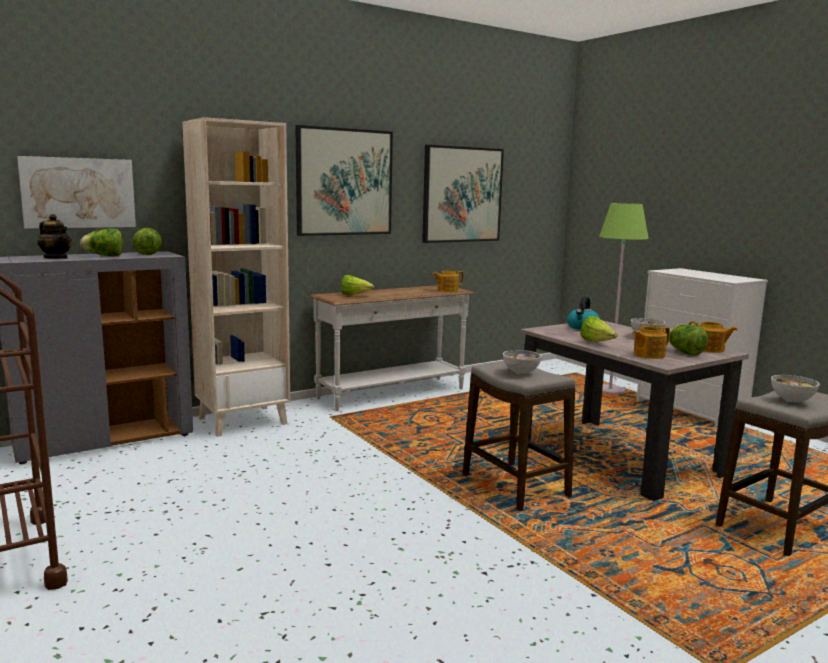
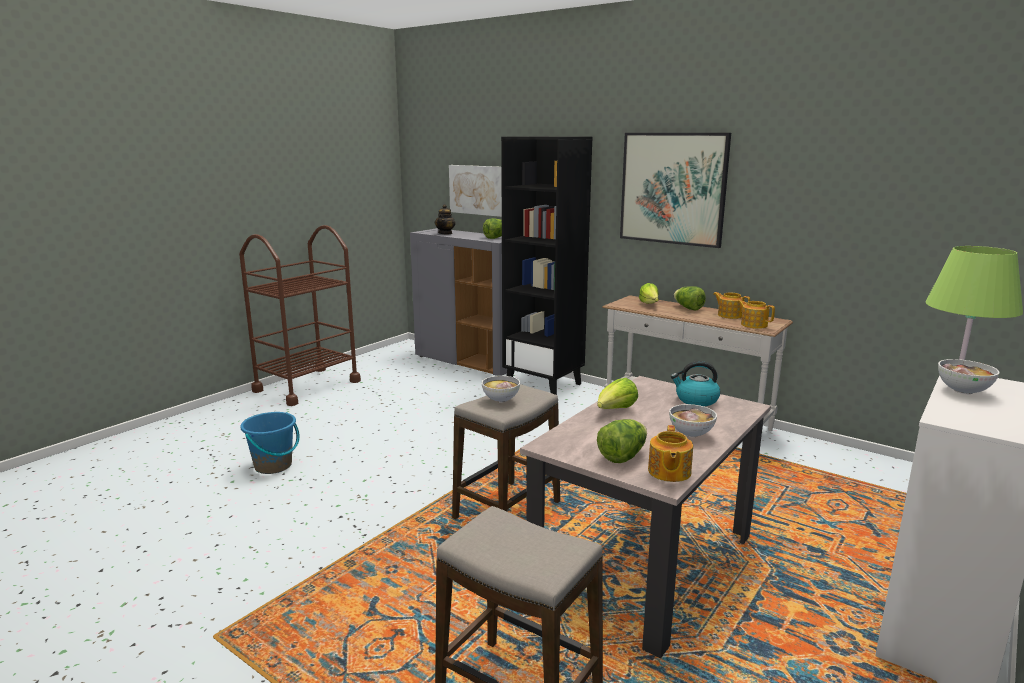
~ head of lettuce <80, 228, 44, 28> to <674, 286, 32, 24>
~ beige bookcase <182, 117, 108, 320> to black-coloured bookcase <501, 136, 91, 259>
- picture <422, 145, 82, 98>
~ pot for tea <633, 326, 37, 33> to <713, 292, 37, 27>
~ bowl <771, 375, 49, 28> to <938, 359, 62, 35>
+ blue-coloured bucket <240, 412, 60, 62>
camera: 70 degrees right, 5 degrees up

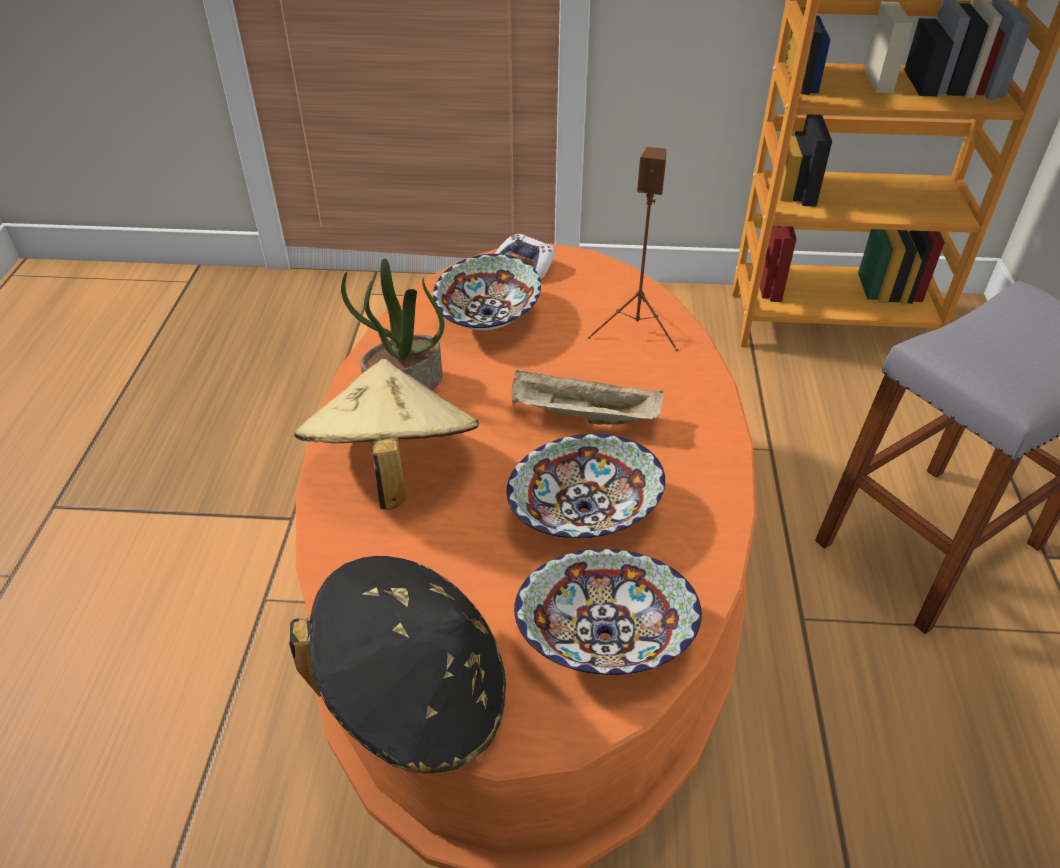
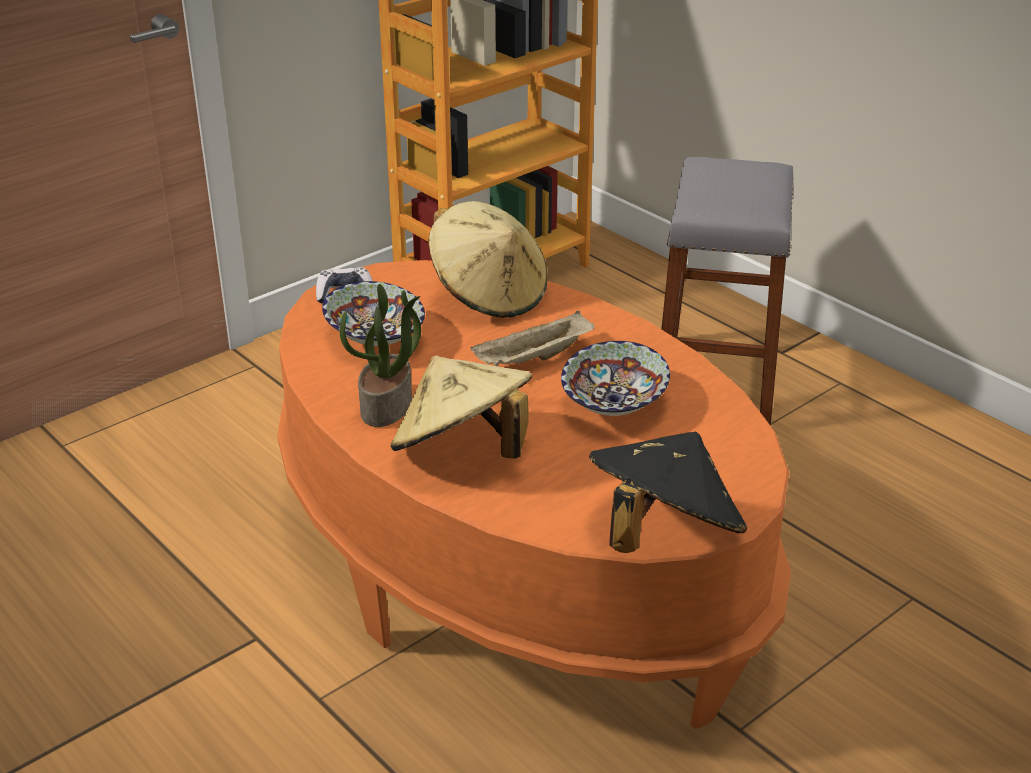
- bowl <514, 549, 188, 126>
~ brown loudspeaker <588, 147, 90, 205> to beige hat <428, 201, 120, 117>
camera: 45 degrees left, 10 degrees down

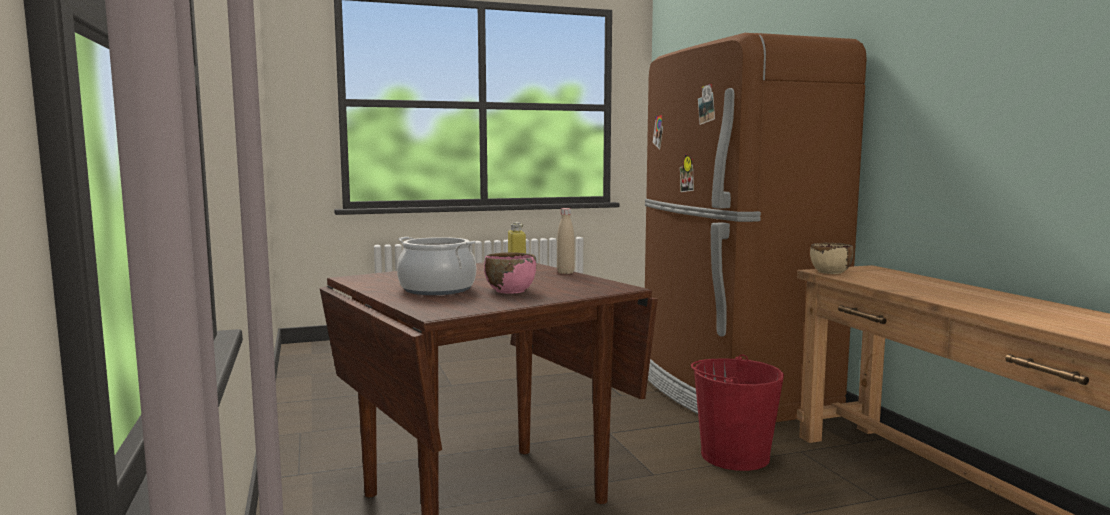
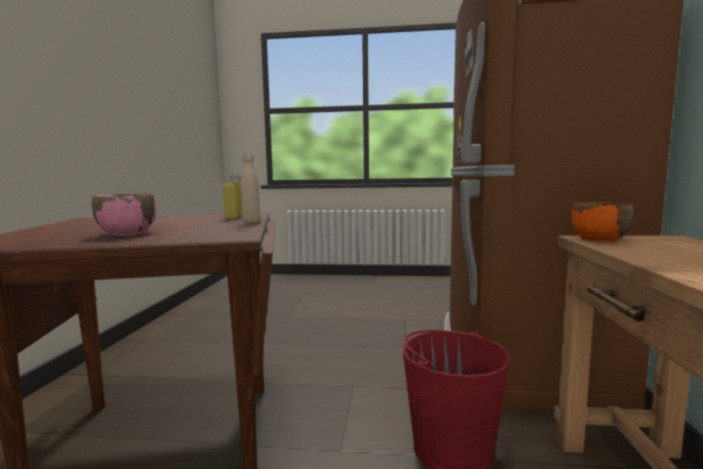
- saucepot <397, 237, 79, 58>
~ beige bowl <810, 243, 44, 31> to orange bowl <571, 202, 62, 40>
camera: 25 degrees right, 0 degrees up

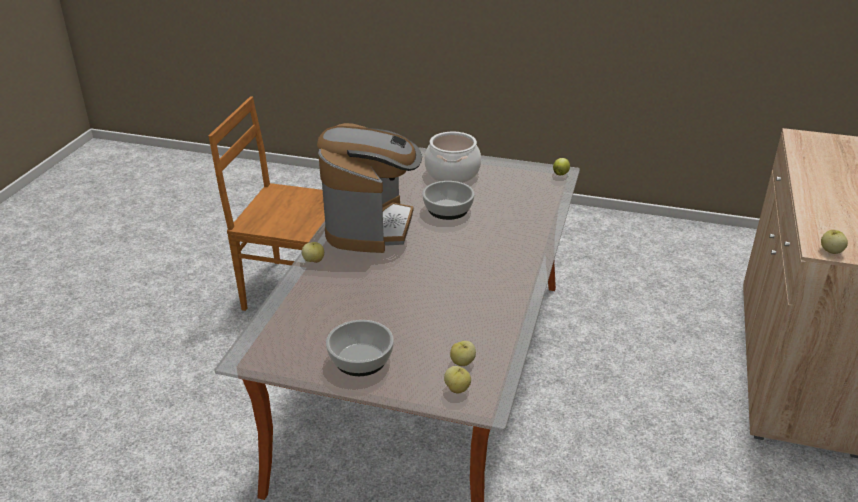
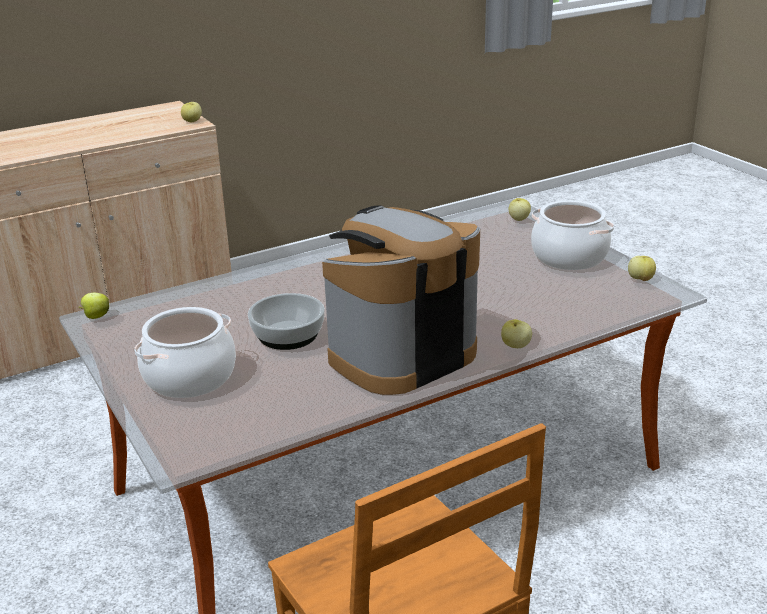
~ bowl <326, 320, 68, 56> to saucepot <531, 200, 83, 70>
~ apple <450, 341, 26, 25> to <628, 256, 28, 25>
camera: 135 degrees left, 5 degrees down

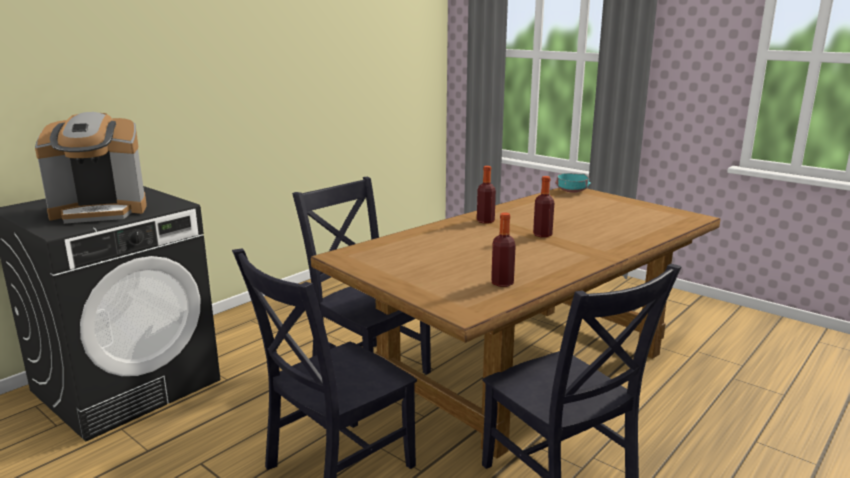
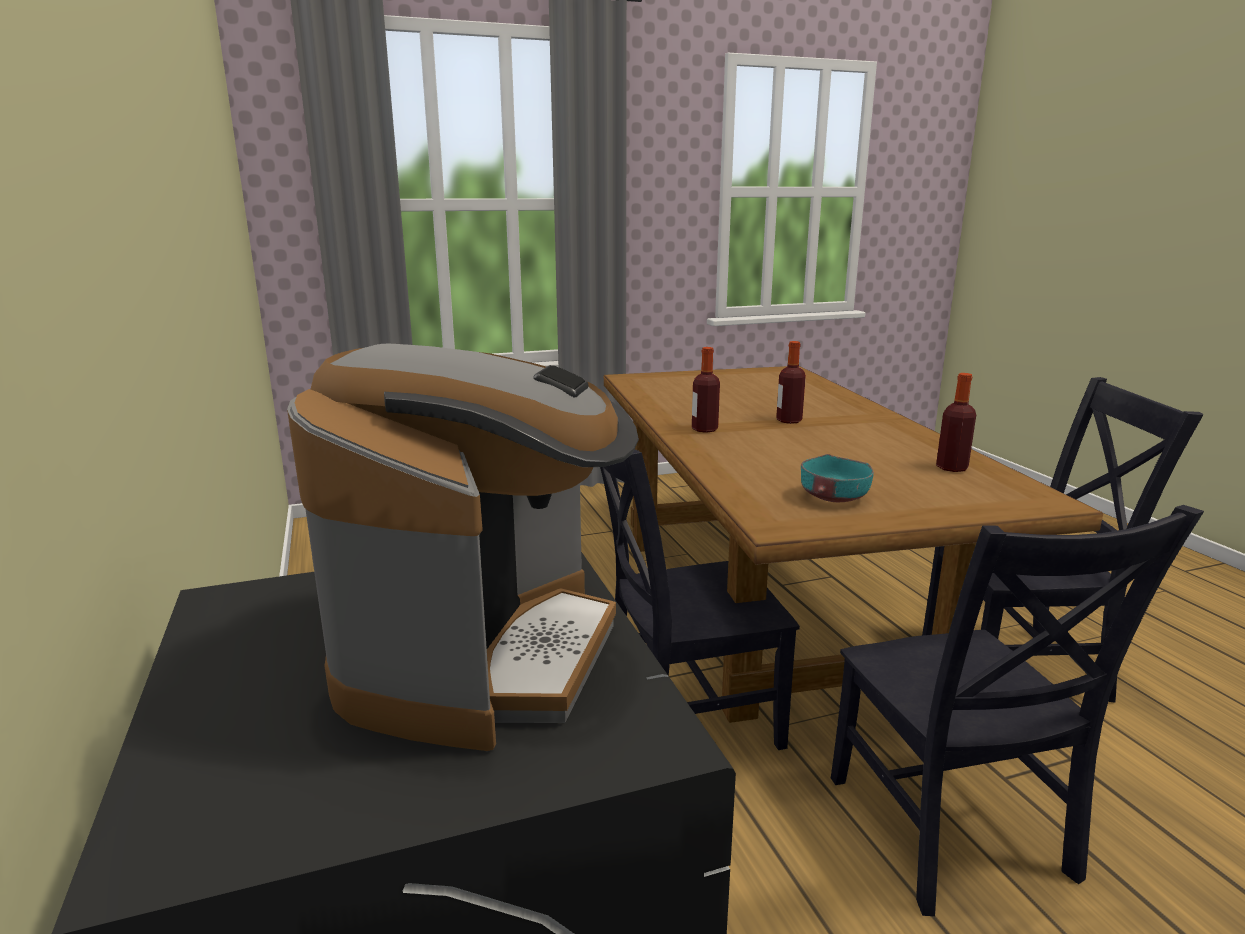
~ turquoise-coloured bowl <555, 173, 36, 20> to <801, 454, 73, 48>
camera: 60 degrees left, 0 degrees up

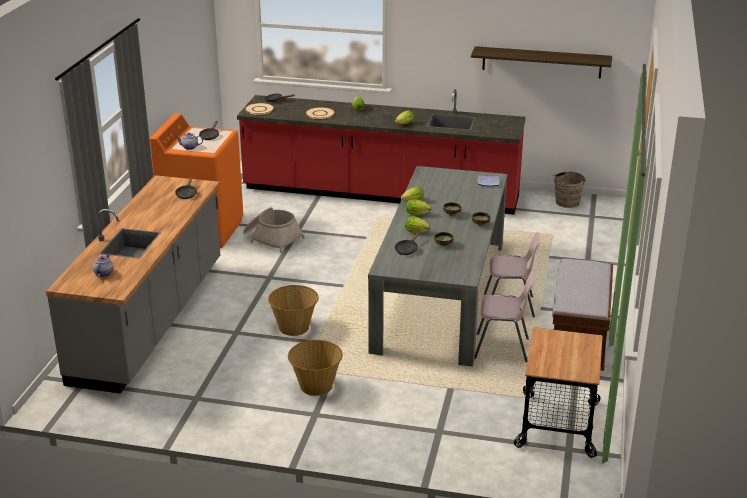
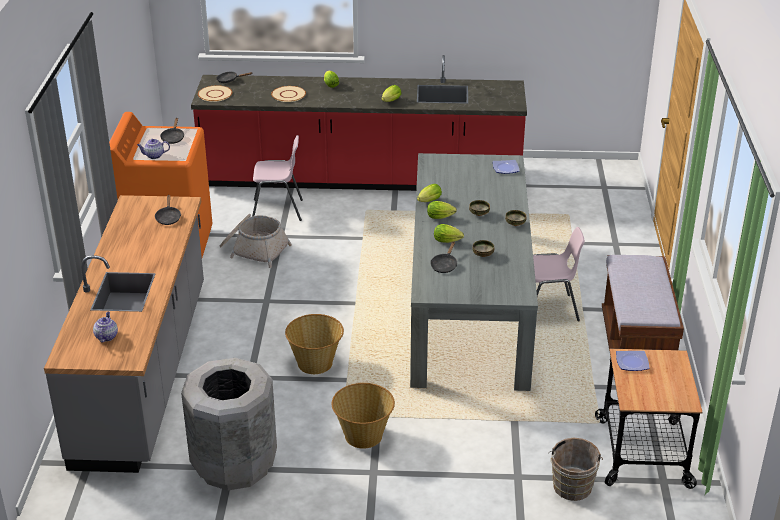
- bracket shelf <471, 46, 141, 32>
~ pinkish upright chair <475, 272, 59, 91> to <252, 135, 51, 86>
~ brown bucket <553, 172, 33, 36> to <548, 438, 55, 63>
+ greyish rubbish bin <181, 358, 96, 132>
+ dinner plate <616, 351, 33, 20>
camera: 10 degrees left, 5 degrees up

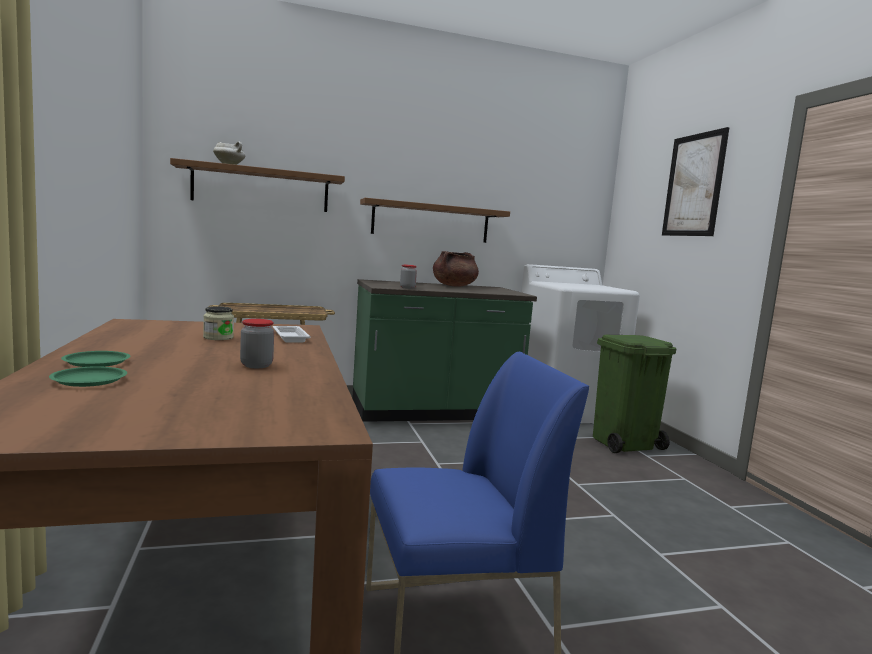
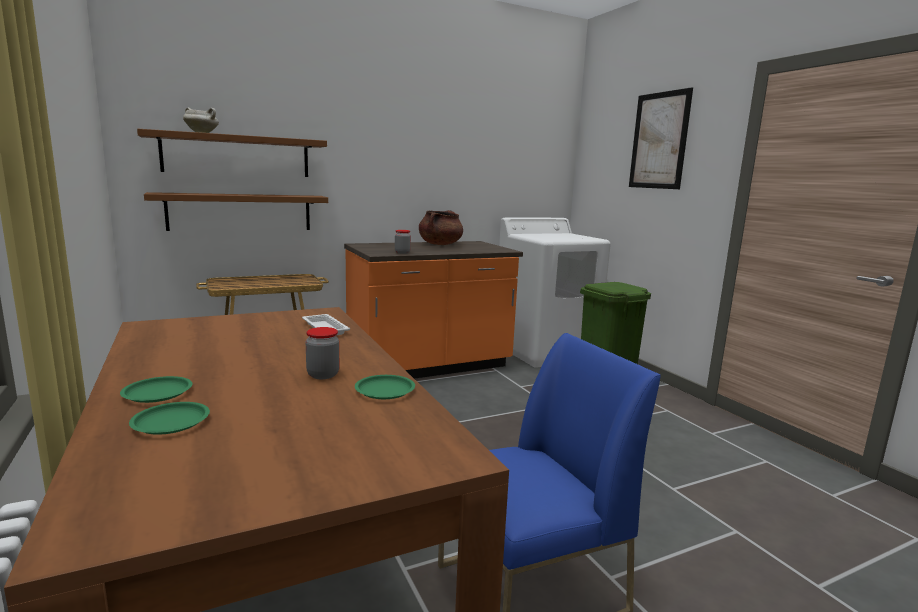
- storage jar <203, 306, 31, 34>
~ greenish counter <352, 279, 185, 143> to orange counter <344, 241, 179, 138>
~ brown bracket shelf <360, 198, 150, 45> to <144, 192, 184, 39>
+ greenish dinner plate <355, 375, 60, 24>
camera: 10 degrees left, 5 degrees up

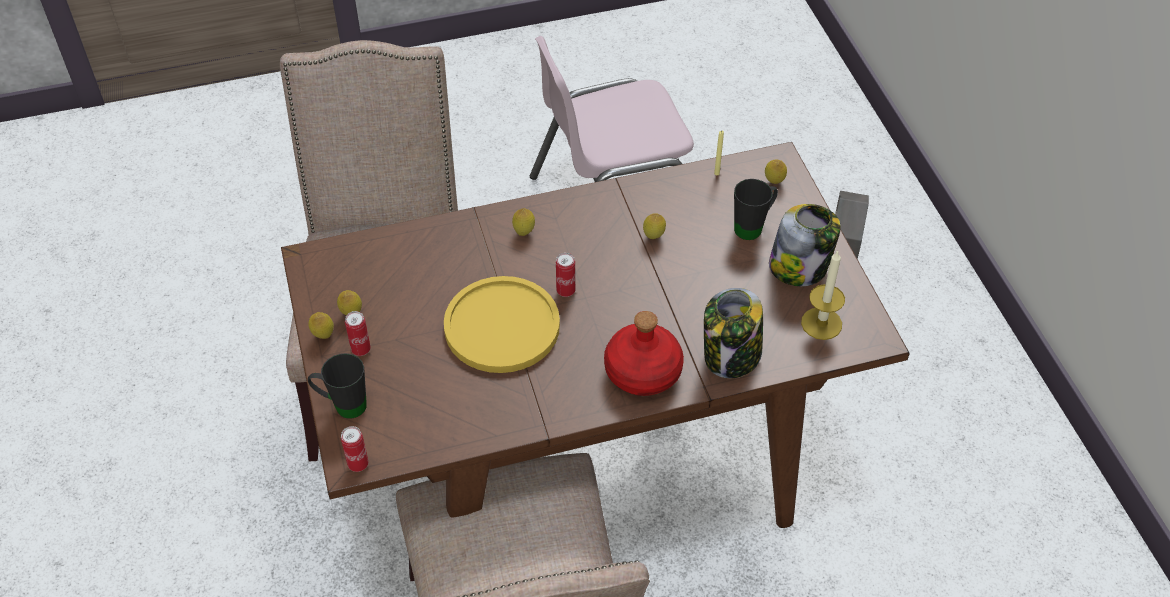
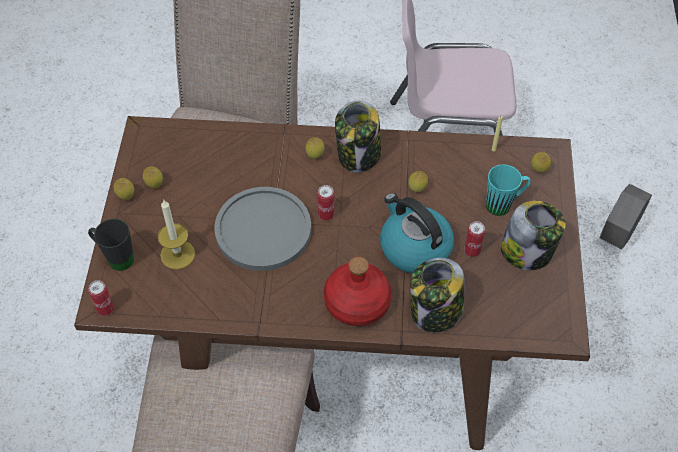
~ can <345, 311, 26, 45> to <464, 221, 21, 36>
~ yellowish dinner plate <444, 276, 116, 97> to greyish dinner plate <214, 187, 97, 84>
~ black-coloured coffee mug <734, 179, 44, 61> to turquoise-coloured coffee mug <486, 164, 45, 52>
~ wax candle <801, 250, 44, 90> to <158, 199, 37, 71>
+ storage jar <335, 101, 46, 72>
+ kettle <380, 193, 74, 81>
camera: 20 degrees right, 5 degrees up

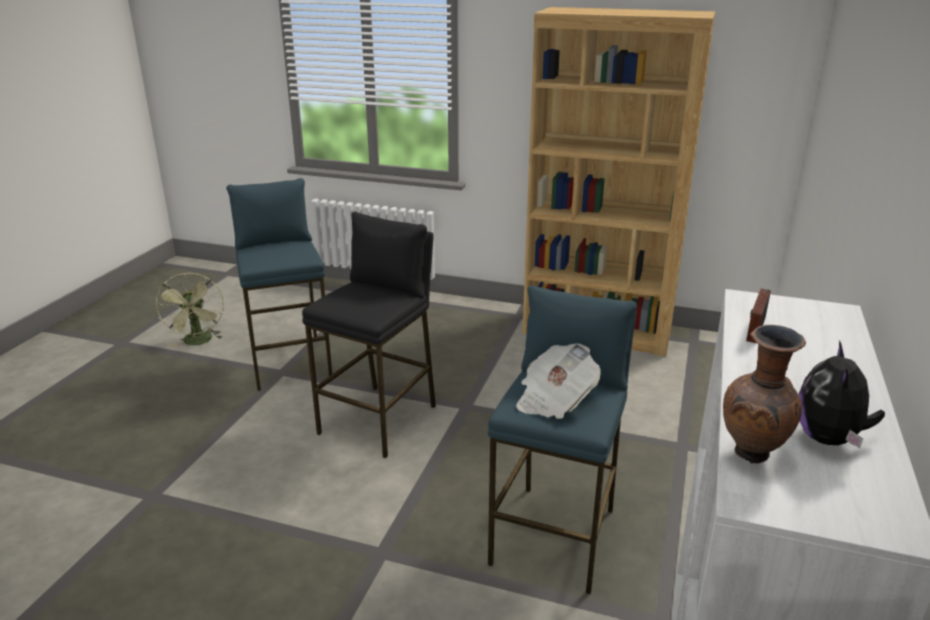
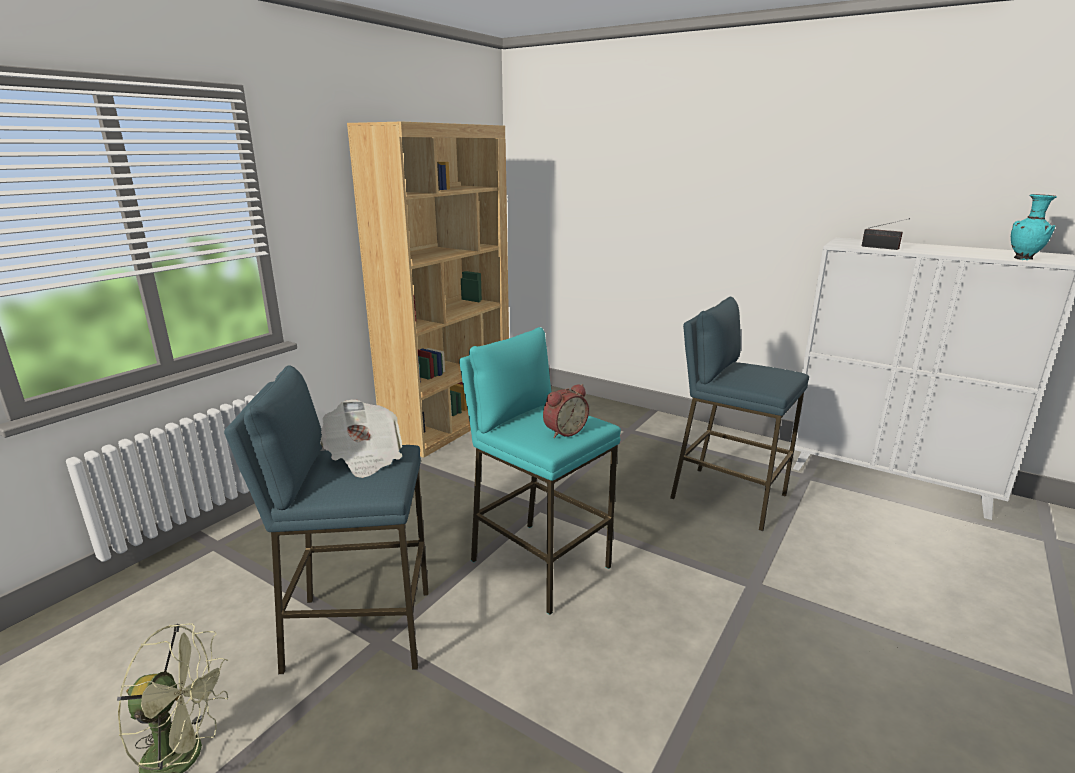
~ black-coloured stool <302, 212, 134, 246> to turquoise-coloured stool <459, 327, 162, 288>
~ daily paper <516, 344, 85, 75> to <320, 399, 82, 79>
~ brown vase <723, 325, 83, 139> to turquoise-coloured vase <1011, 194, 46, 66>
- plush toy <798, 340, 87, 108>
+ table clock <543, 384, 46, 54>
camera: 75 degrees left, 5 degrees down

